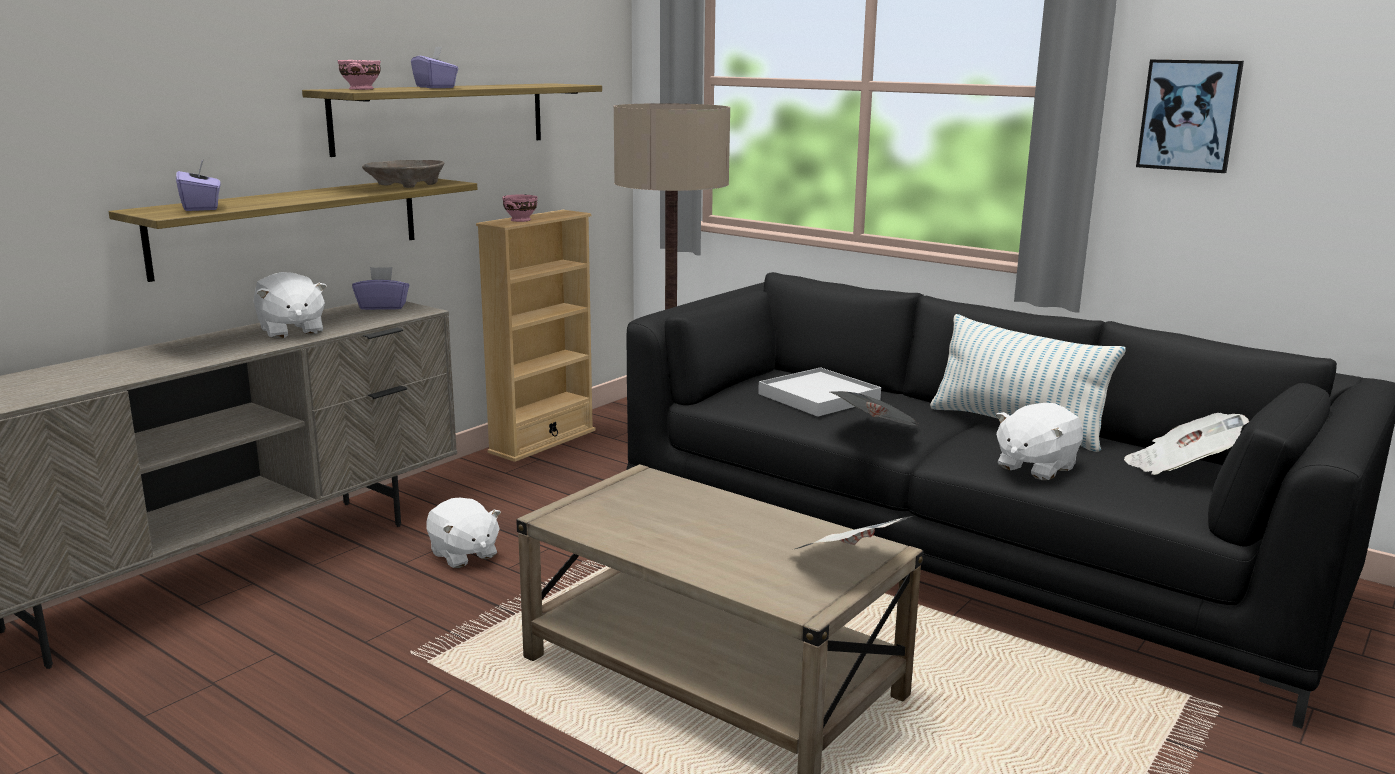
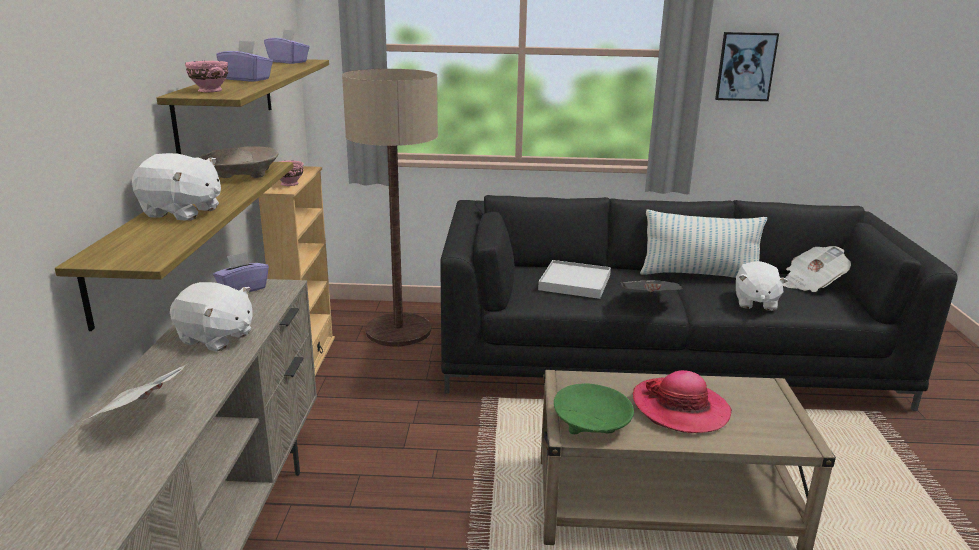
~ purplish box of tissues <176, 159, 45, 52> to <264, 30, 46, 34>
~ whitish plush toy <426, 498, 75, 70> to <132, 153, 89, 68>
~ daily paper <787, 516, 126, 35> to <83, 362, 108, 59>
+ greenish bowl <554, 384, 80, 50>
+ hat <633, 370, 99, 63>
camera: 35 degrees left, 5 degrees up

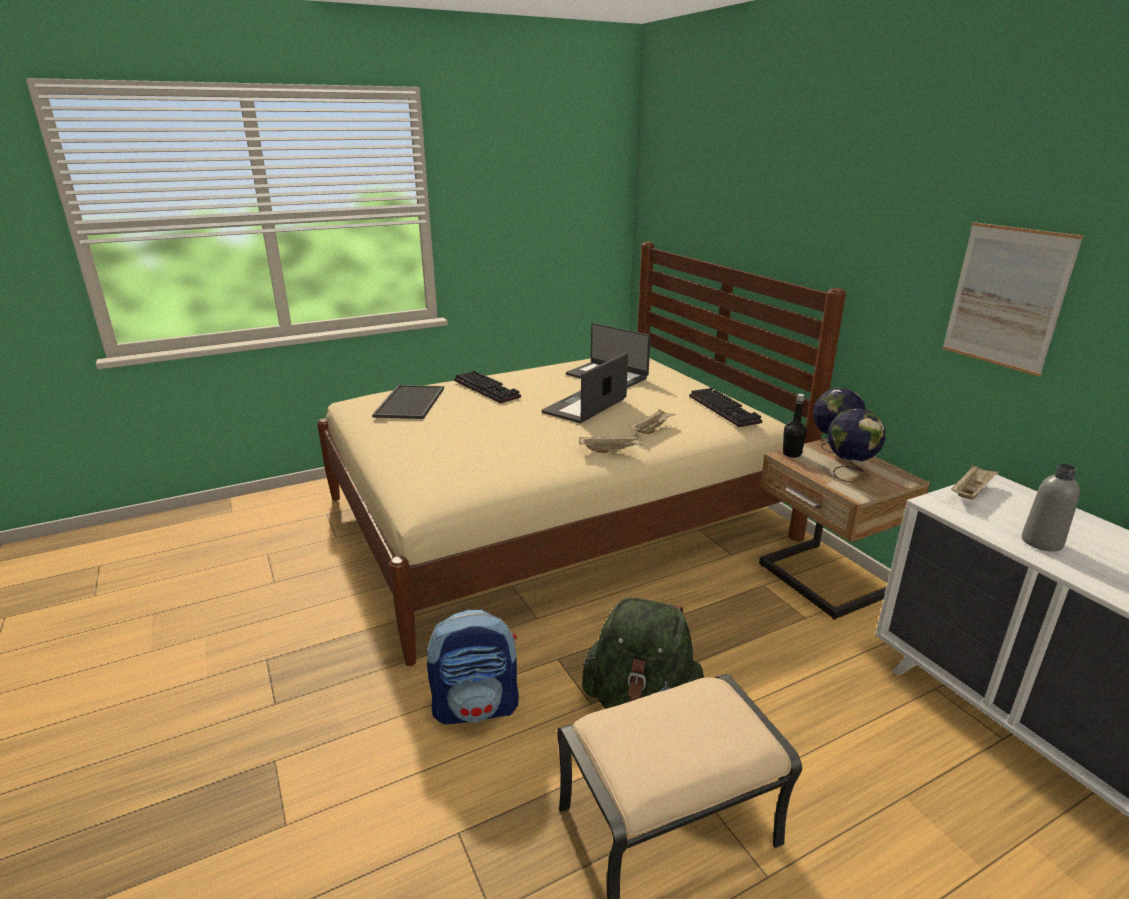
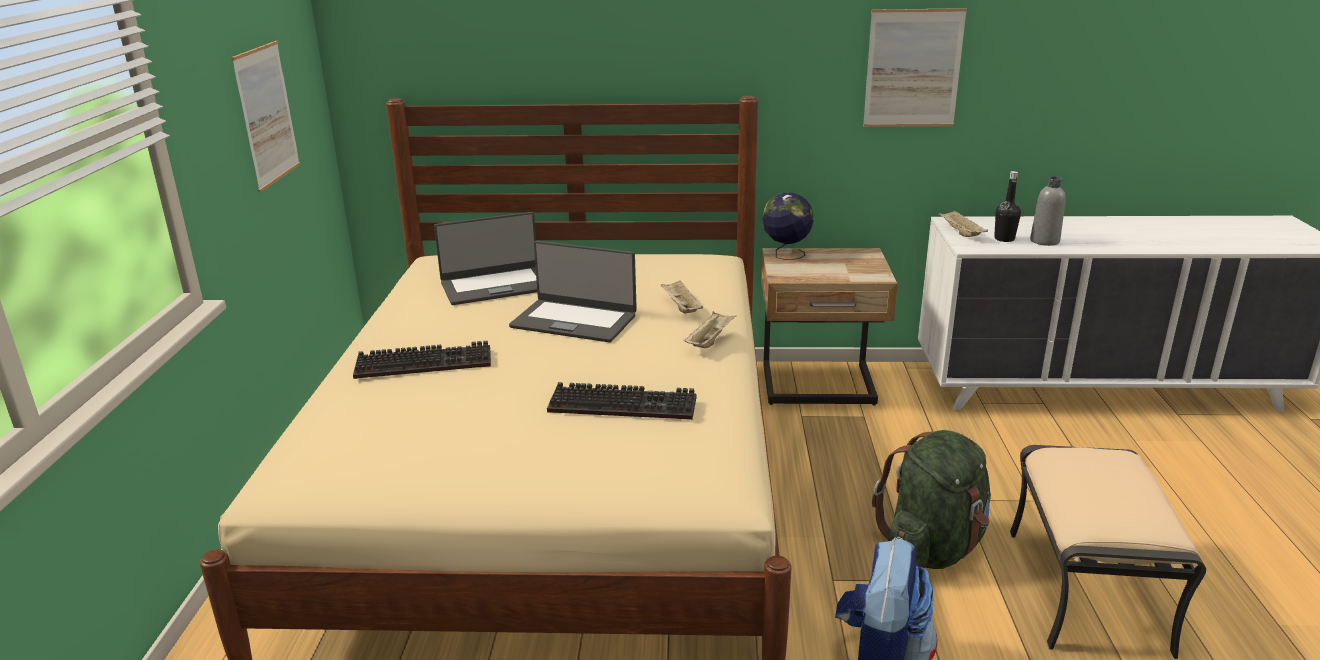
- tray <372, 385, 72, 34>
~ notebook computer <542, 353, 86, 70> = <509, 241, 128, 101> 45 degrees counterclockwise
~ computer keyboard <689, 388, 74, 39> to <547, 382, 149, 38>
~ black-coloured beverage bottle <783, 394, 24, 64> to <994, 171, 27, 71>
- world globe <828, 409, 57, 74>
+ picture <231, 41, 69, 152>
camera: 60 degrees left, 0 degrees up

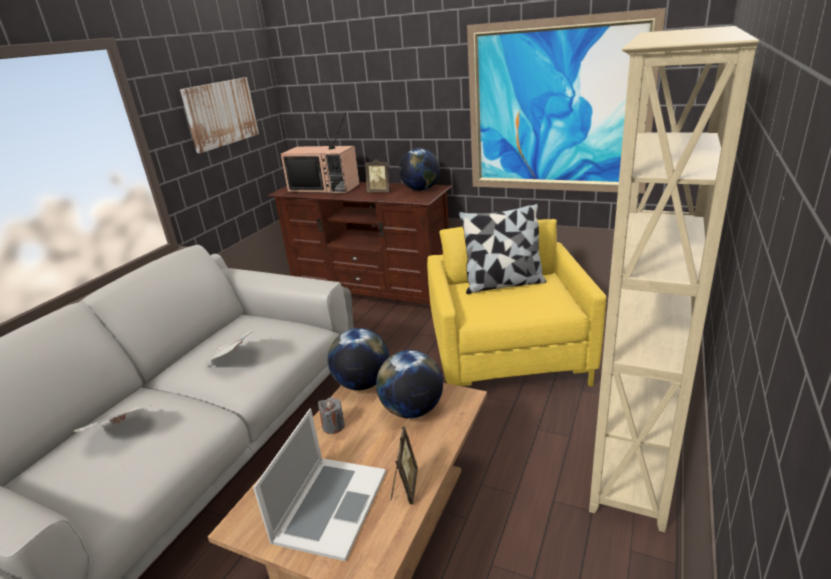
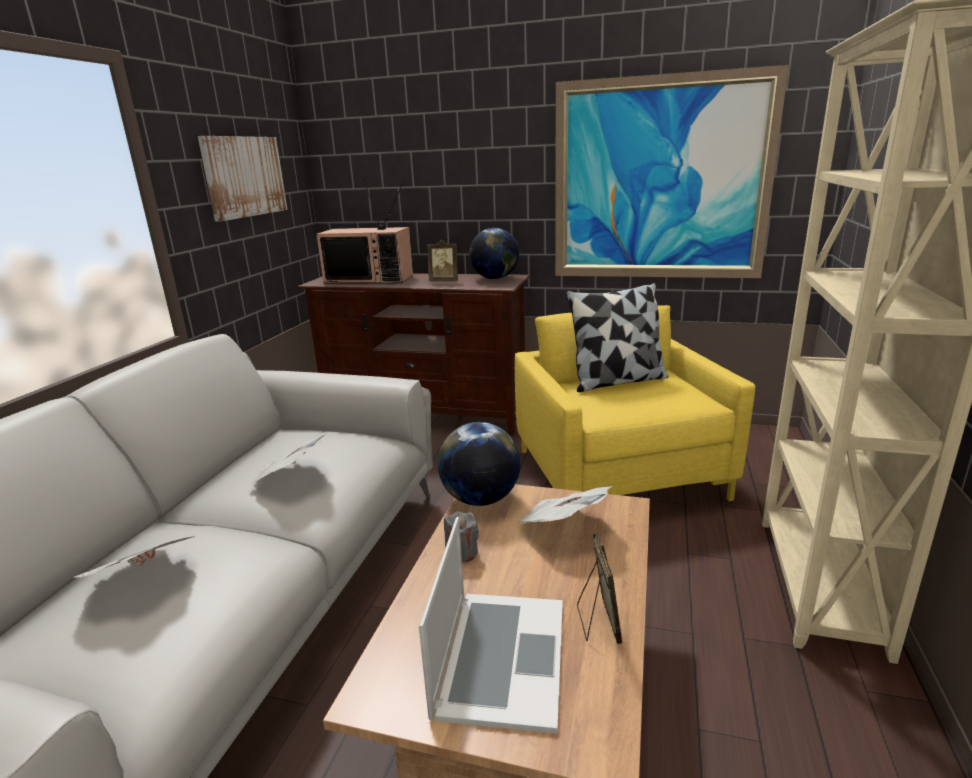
~ world globe <376, 350, 67, 68> to daily paper <516, 486, 96, 37>
camera: 10 degrees left, 5 degrees down

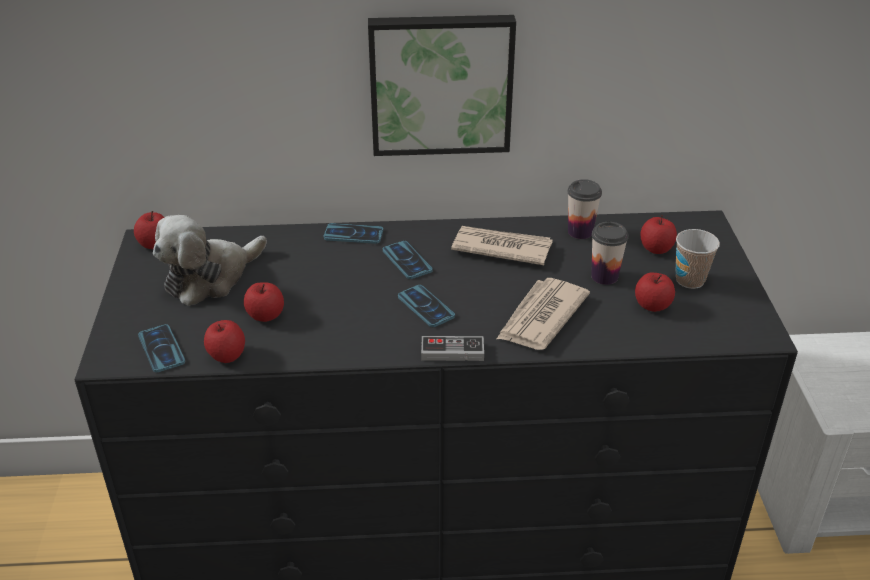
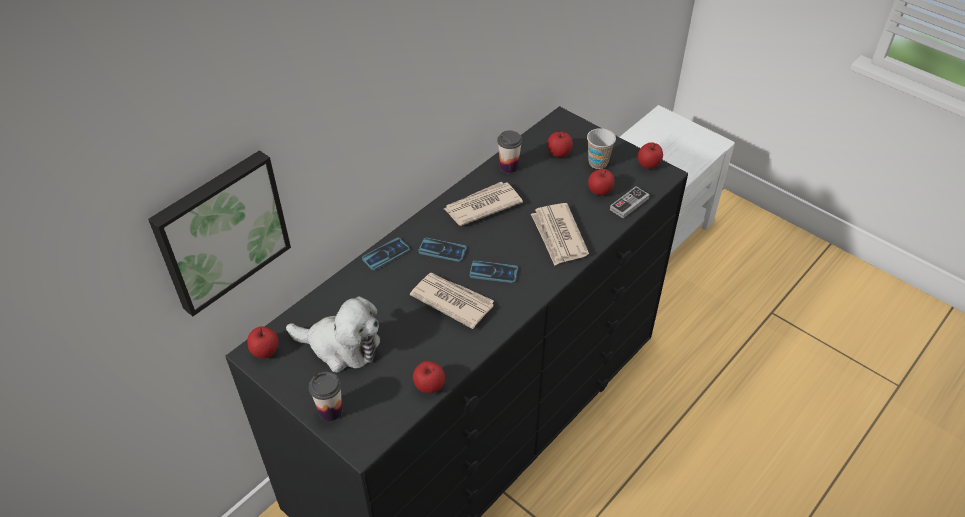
- handset <138, 324, 47, 48>
~ plush toy <153, 215, 114, 91> = <286, 296, 94, 77> 75 degrees counterclockwise
~ apple <244, 282, 40, 40> to <638, 142, 25, 27>
~ picture <368, 15, 148, 141> to <148, 150, 143, 167>
~ gamepad <421, 336, 63, 25> to <610, 186, 40, 32>
~ small cup <591, 222, 38, 63> to <309, 372, 33, 49>
+ daily paper <410, 273, 84, 56>
camera: 45 degrees left, 10 degrees up

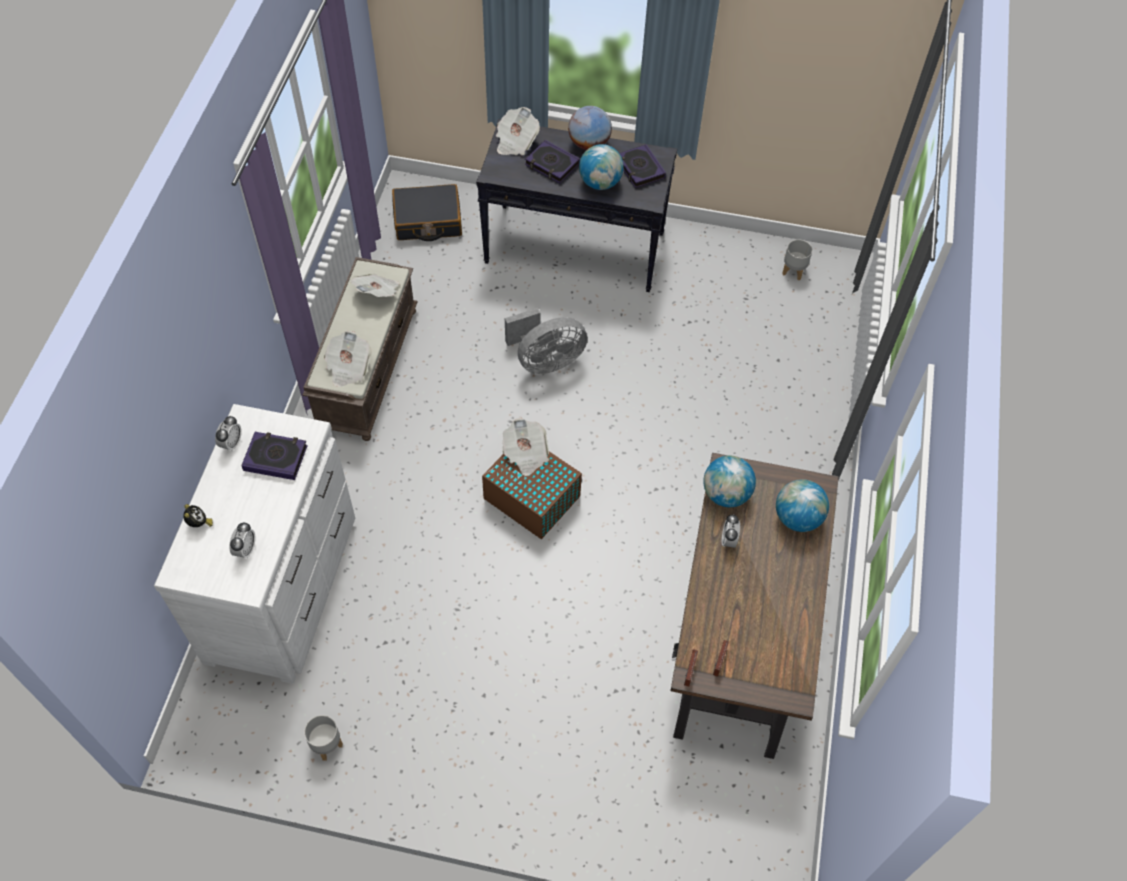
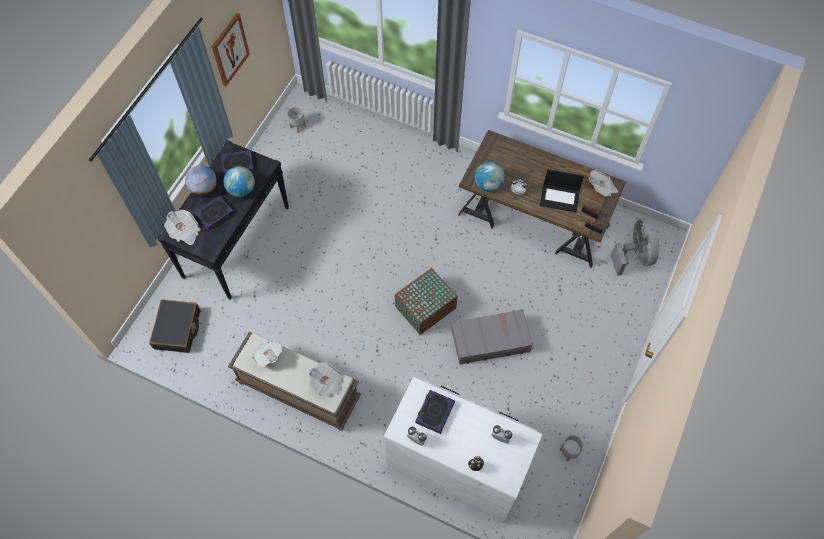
~ daily paper <502, 418, 47, 58> to <588, 170, 30, 27>
~ greyish cooling fan <505, 308, 82, 66> to <611, 218, 48, 58>
- world globe <776, 479, 53, 53>
+ picture <211, 13, 39, 73>
+ greyish piece of luggage <451, 309, 82, 56>
+ notebook computer <540, 169, 44, 43>
camera: 75 degrees left, 5 degrees up

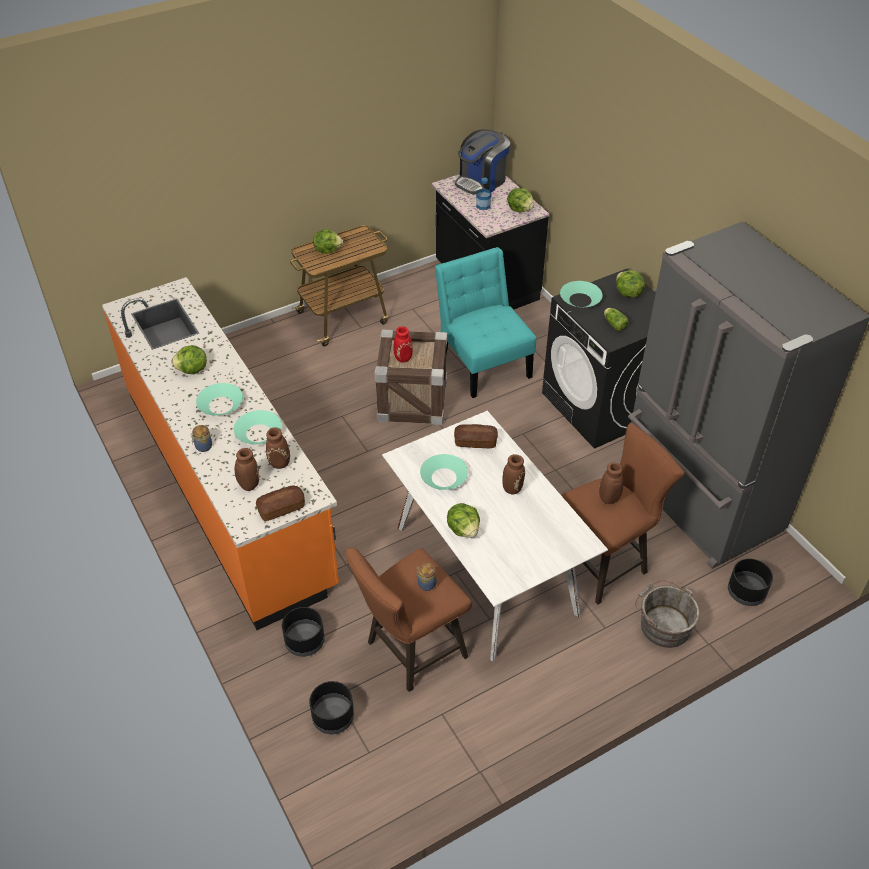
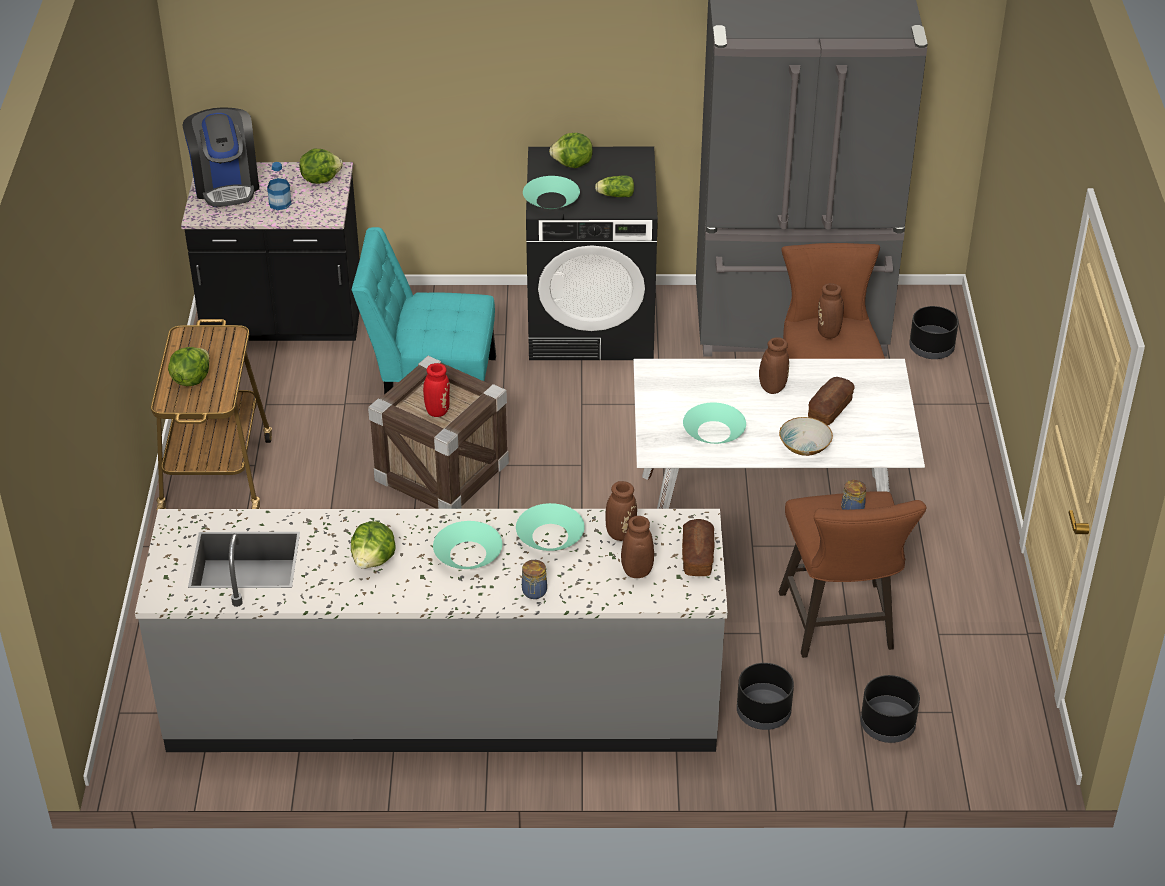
~ orange counter <102, 277, 237, 353> to greyish counter <135, 509, 593, 243>
~ head of lettuce <447, 503, 33, 35> to bowl <779, 417, 54, 39>
~ bread <454, 424, 44, 24> to <808, 377, 47, 48>
- greyish bucket <635, 580, 65, 68>
camera: 60 degrees left, 5 degrees down

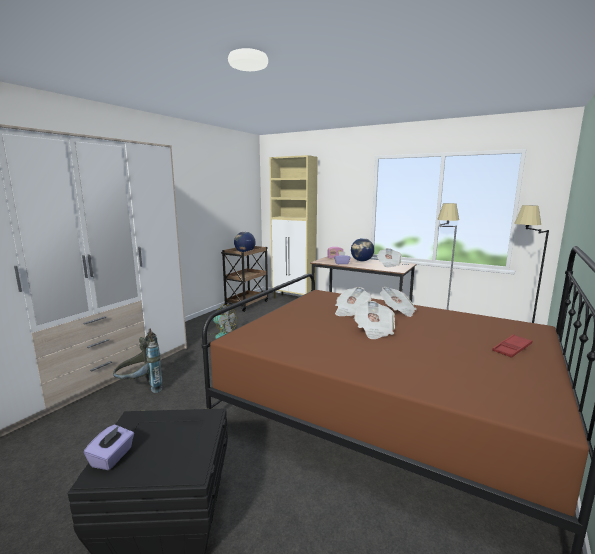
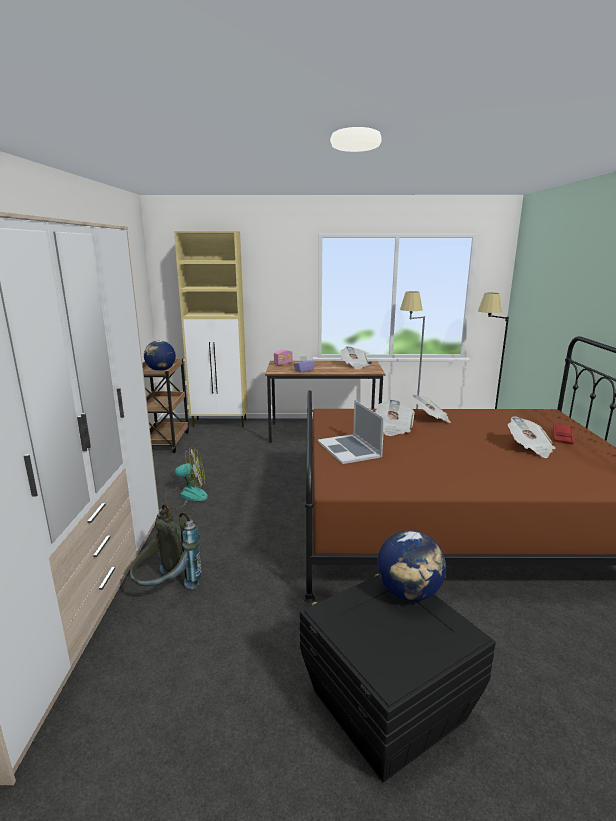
- purplish box of tissues <84, 424, 50, 46>
~ world globe <351, 238, 23, 23> to <377, 530, 69, 71>
~ daily paper <354, 301, 41, 38> to <508, 416, 47, 42>
+ notebook computer <318, 400, 66, 64>
camera: 30 degrees left, 5 degrees up

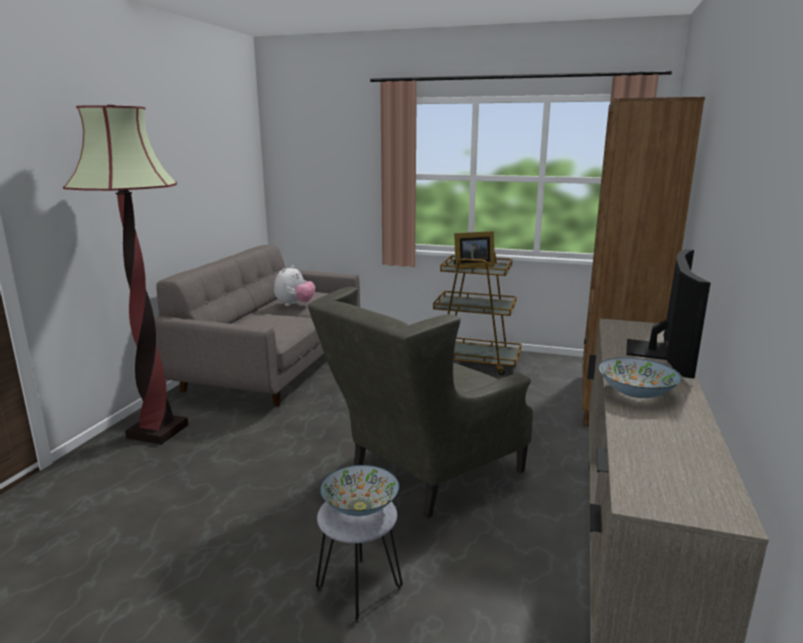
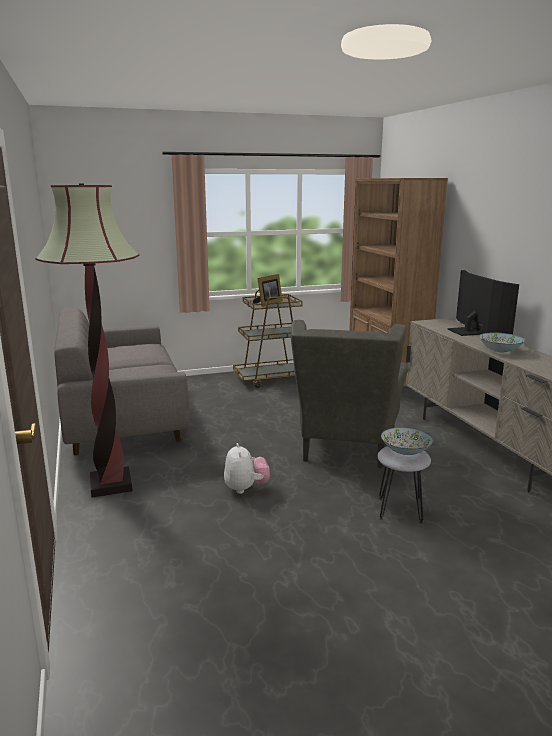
~ plush toy <274, 265, 41, 41> to <224, 443, 46, 51>
camera: 35 degrees left, 0 degrees up

